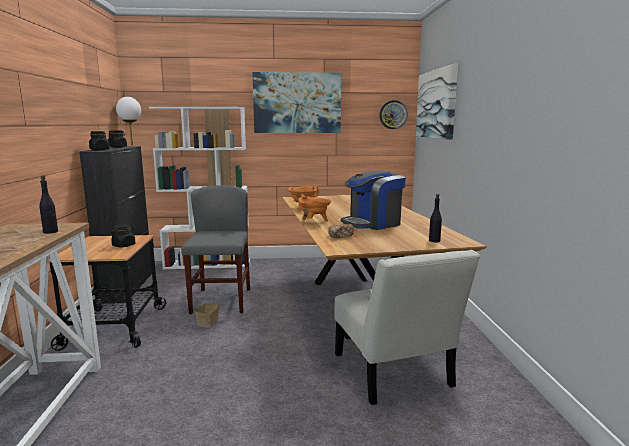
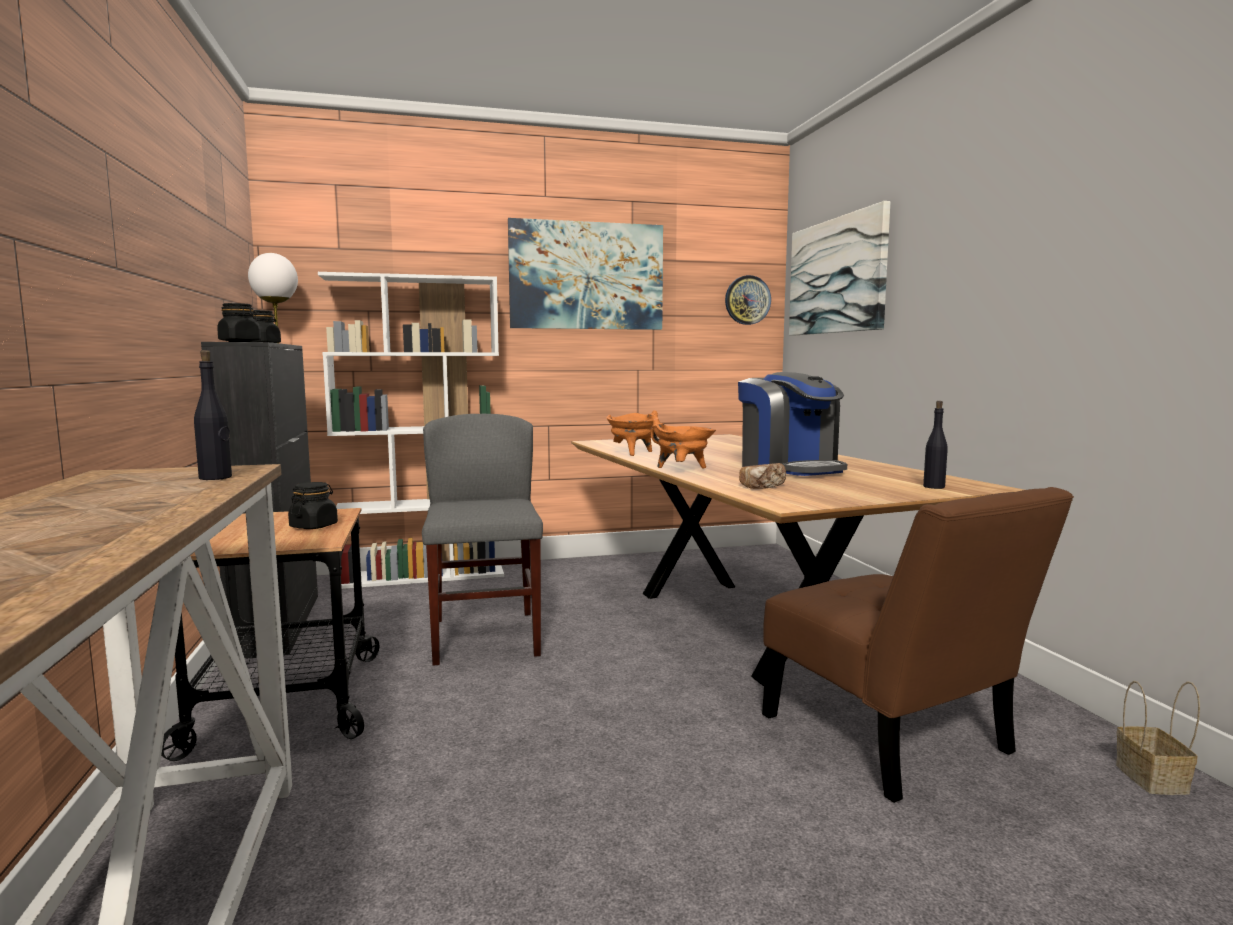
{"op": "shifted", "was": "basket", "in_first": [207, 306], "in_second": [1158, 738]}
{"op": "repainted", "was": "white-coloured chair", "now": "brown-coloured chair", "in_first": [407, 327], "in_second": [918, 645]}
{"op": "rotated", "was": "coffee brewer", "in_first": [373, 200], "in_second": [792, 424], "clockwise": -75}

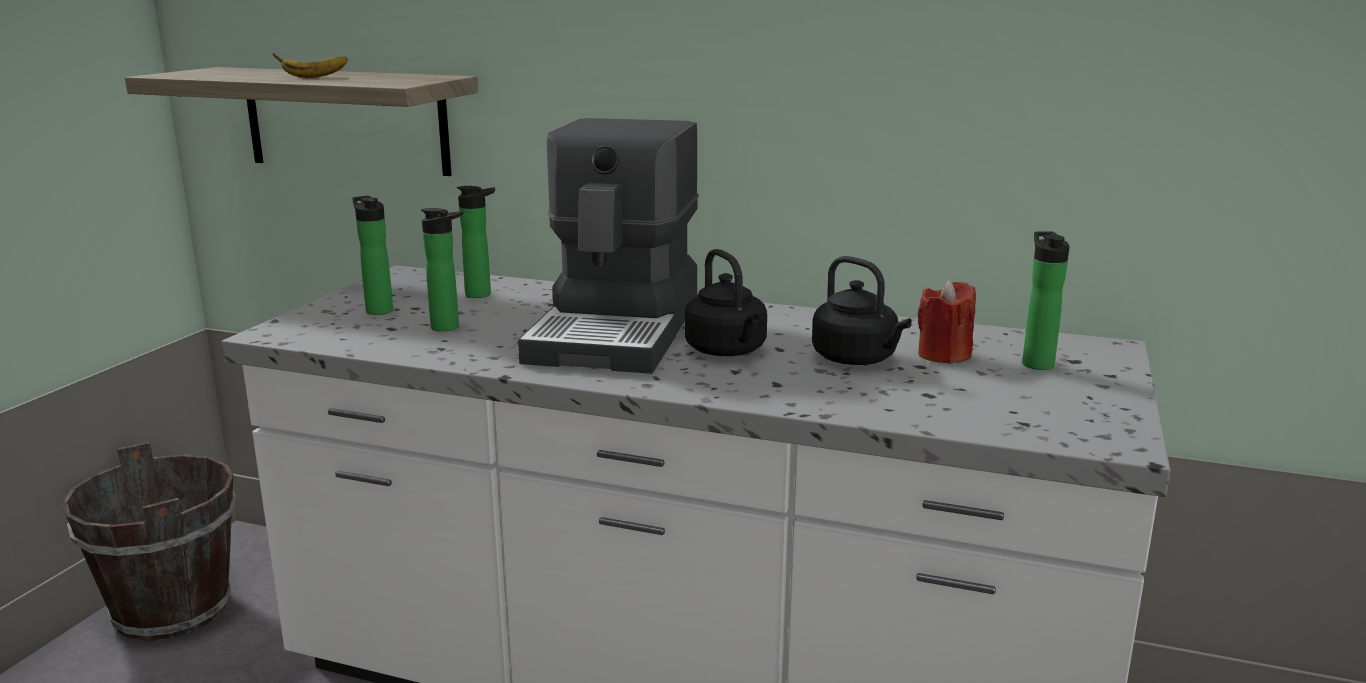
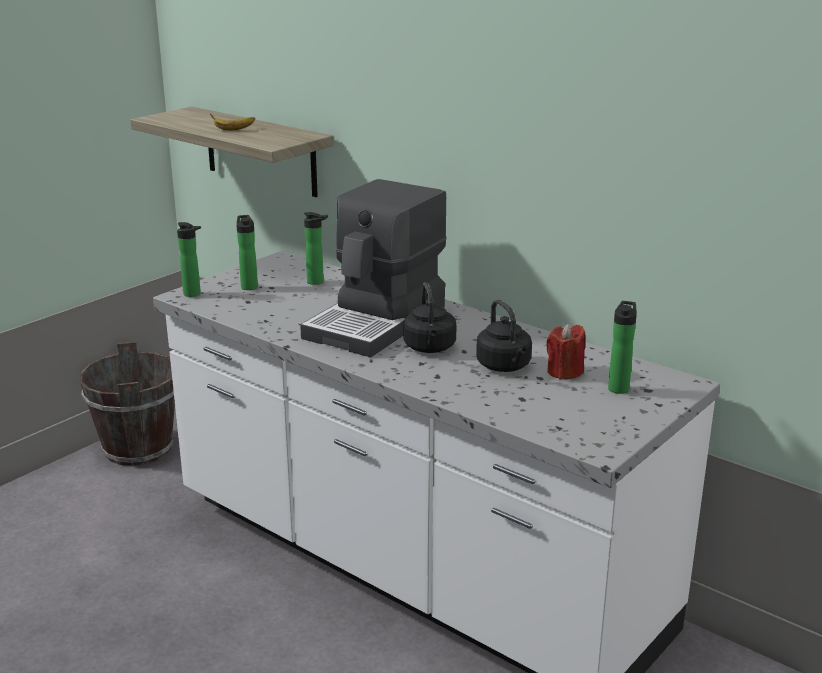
{"op": "shifted", "was": "bottle", "in_first": [442, 270], "in_second": [189, 259]}

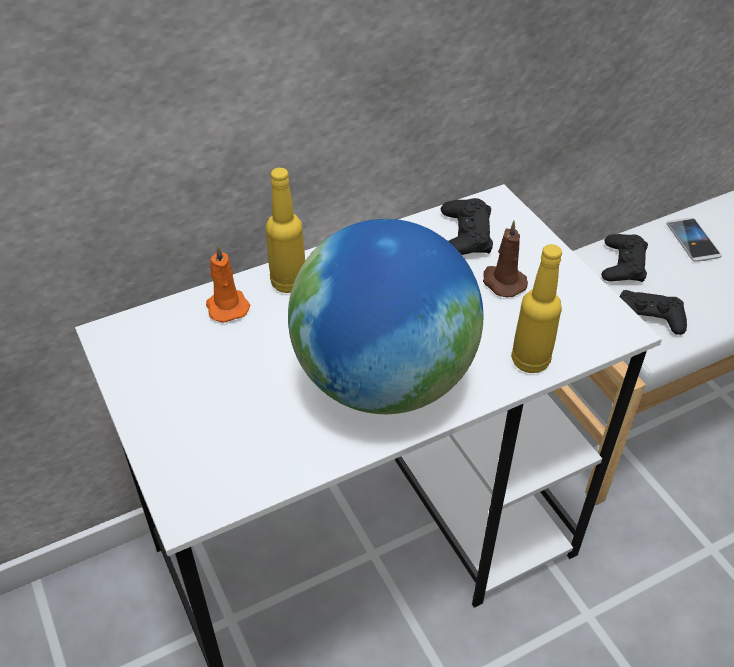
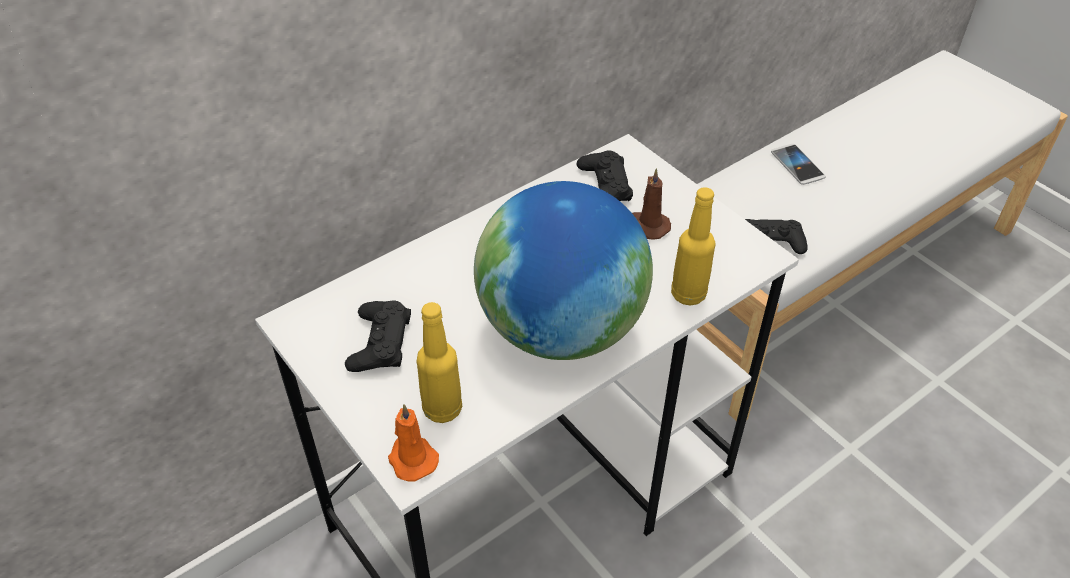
{"op": "shifted", "was": "orangey candle", "in_first": [228, 283], "in_second": [413, 442]}
{"op": "shifted", "was": "yellow-coloured bottle", "in_first": [285, 230], "in_second": [439, 362]}
{"op": "shifted", "was": "blackish game controller", "in_first": [624, 258], "in_second": [378, 336]}

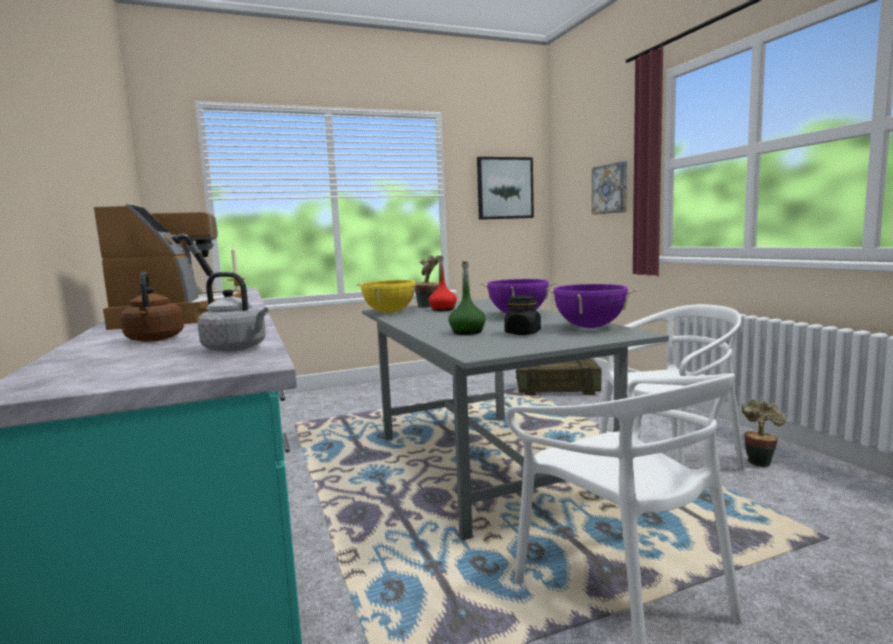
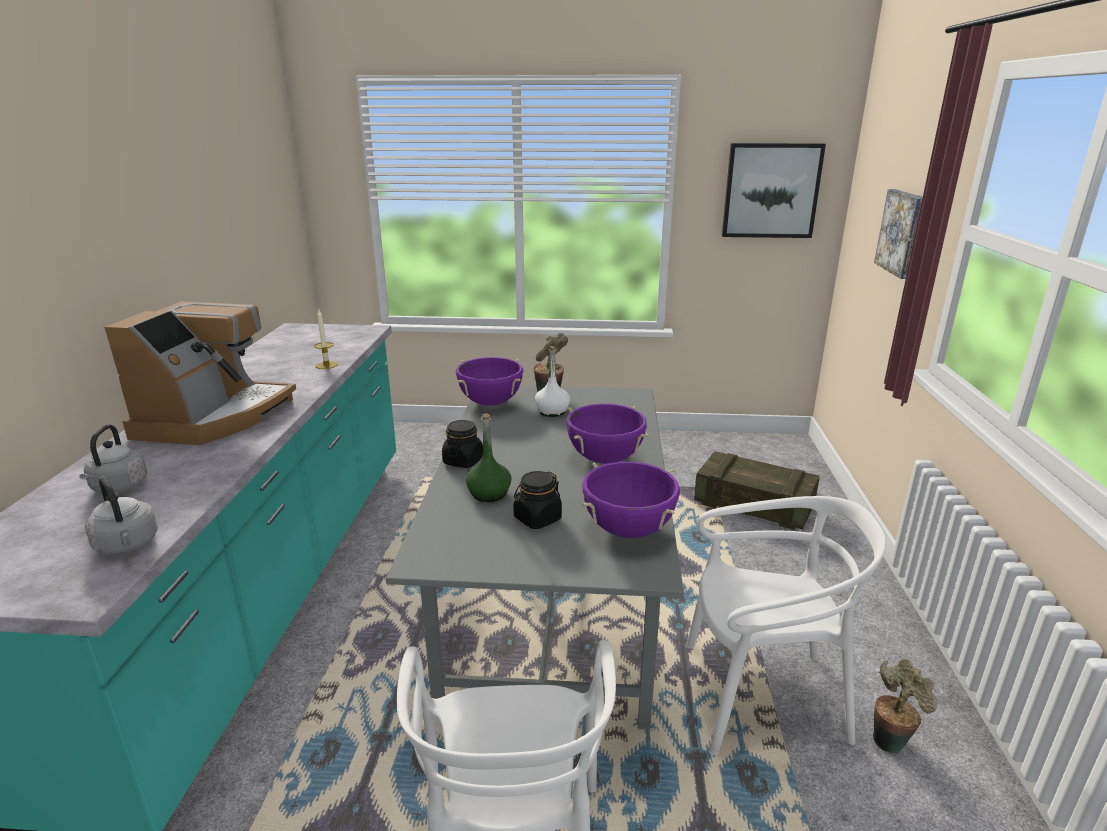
{"op": "new", "now": "blackish preserve jar", "in_second": [462, 444]}
{"op": "repainted", "was": "brown-coloured tea kettle", "now": "grey tea kettle", "in_first": [152, 307], "in_second": [113, 459]}
{"op": "repainted", "was": "yellow-coloured saucepot", "now": "purple-coloured saucepot", "in_first": [389, 296], "in_second": [489, 381]}
{"op": "repainted", "was": "red bottle", "now": "white-coloured bottle", "in_first": [443, 283], "in_second": [552, 381]}

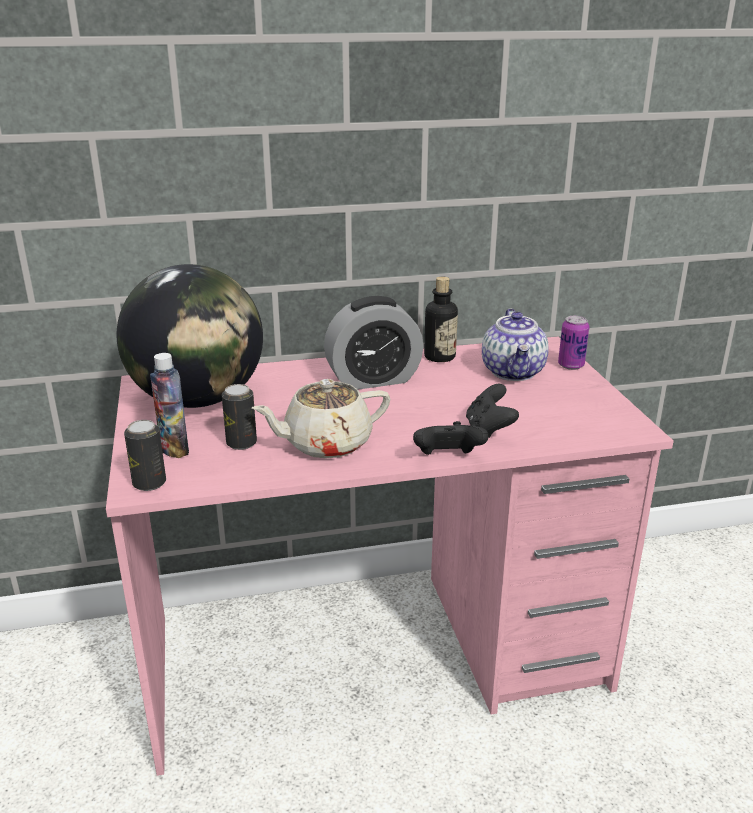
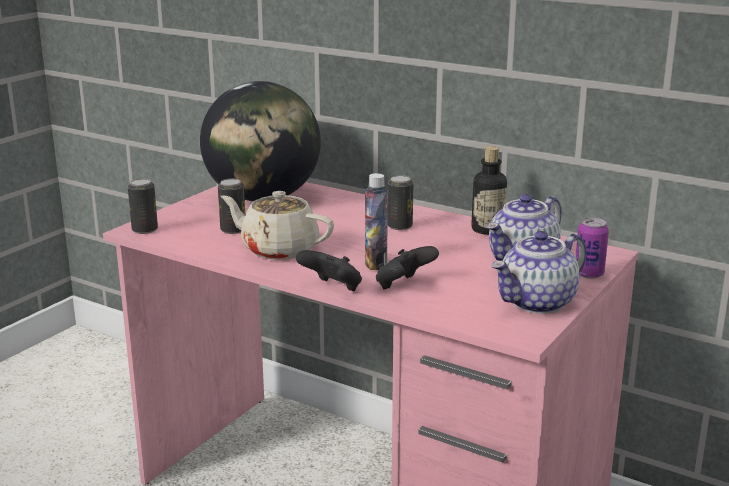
{"op": "new", "now": "pot for tea", "in_second": [538, 272]}
{"op": "shifted", "was": "bottle", "in_first": [169, 405], "in_second": [376, 221]}
{"op": "swapped", "was": "table clock", "now": "sealed can", "in_first": [373, 343], "in_second": [400, 202]}

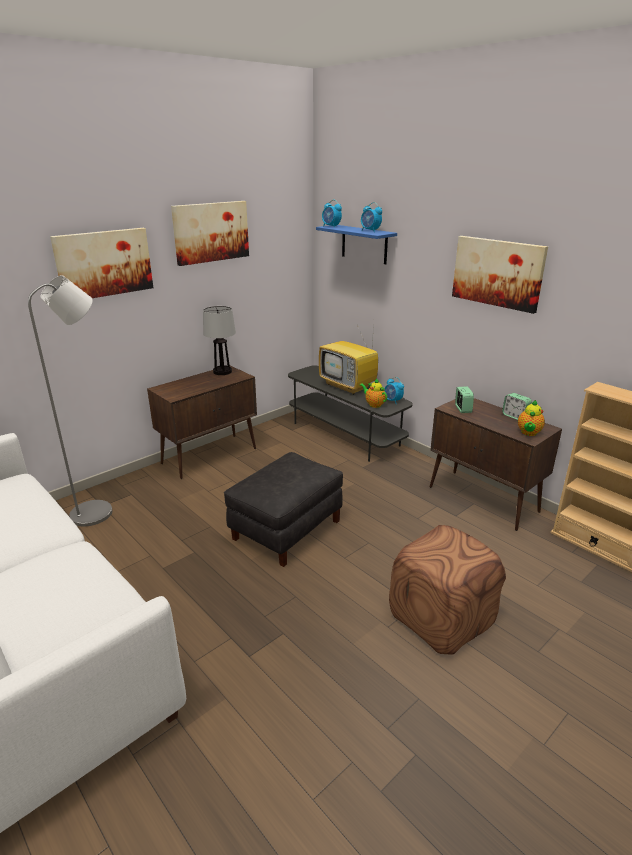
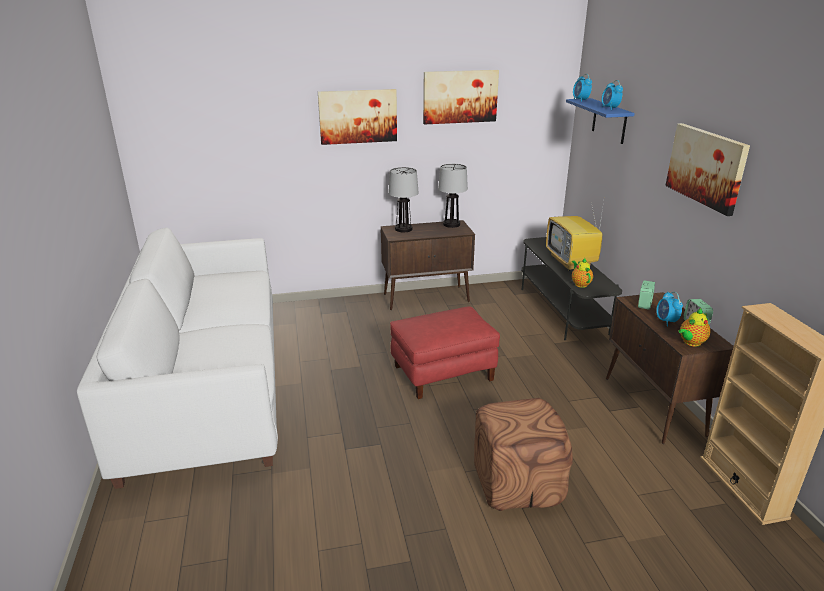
{"op": "gone", "was": "grey floor lamp", "in_first": [70, 400]}
{"op": "new", "now": "lamp for a table", "in_second": [403, 199]}
{"op": "shifted", "was": "table clock", "in_first": [394, 390], "in_second": [669, 309]}
{"op": "repainted", "was": "blackish ottoman", "now": "red ottoman", "in_first": [283, 509], "in_second": [445, 352]}

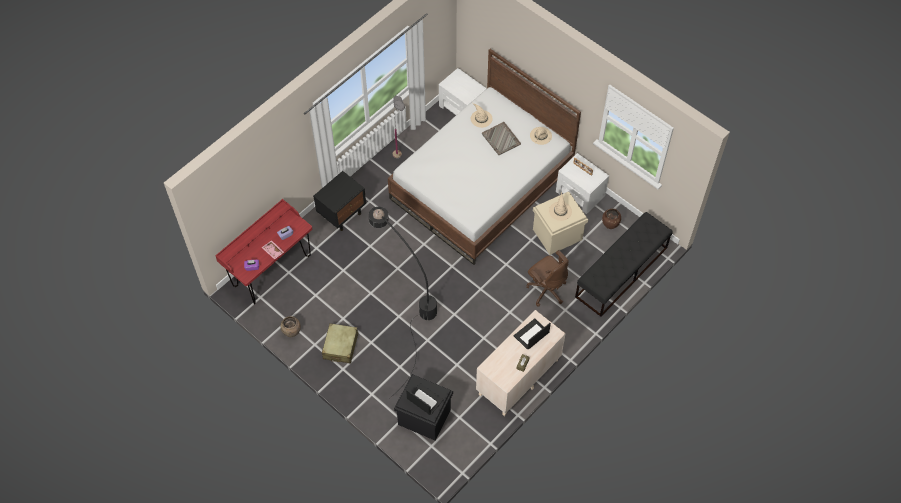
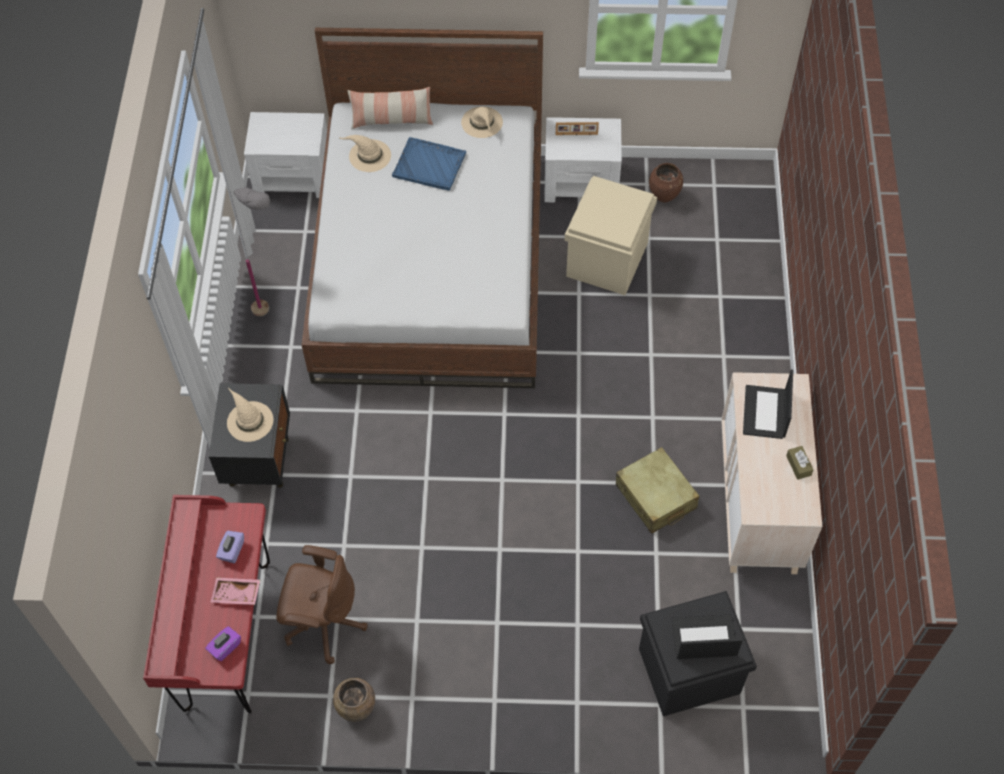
{"op": "gone", "was": "blackish floor lamp", "in_first": [403, 303]}
{"op": "gone", "was": "blackish bench", "in_first": [624, 264]}
{"op": "new", "now": "throw pillow", "in_second": [390, 108]}
{"op": "shifted", "was": "beige travel case", "in_first": [340, 343], "in_second": [657, 490]}
{"op": "shifted", "was": "brown-coloured computer chair", "in_first": [547, 278], "in_second": [322, 604]}
{"op": "shifted", "was": "beige wearable hat", "in_first": [560, 206], "in_second": [250, 415]}
{"op": "repainted", "was": "grey serving tray", "now": "blue-coloured serving tray", "in_first": [501, 138], "in_second": [429, 164]}

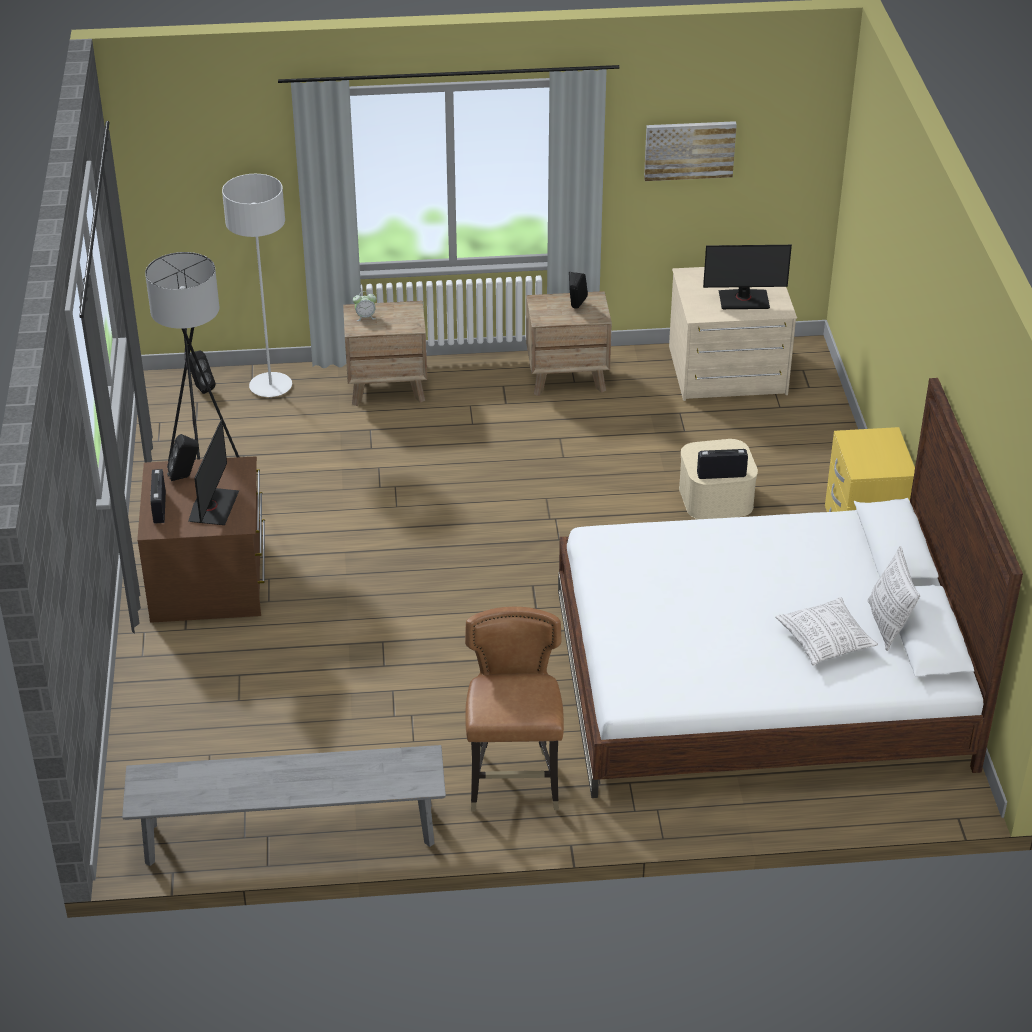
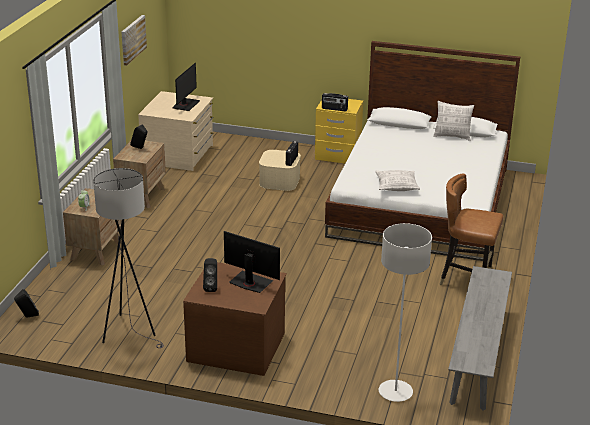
{"op": "shifted", "was": "radio set", "in_first": [158, 496], "in_second": [335, 102]}
{"op": "shifted", "was": "grey floor lamp", "in_first": [257, 285], "in_second": [405, 312]}
{"op": "shifted", "was": "throw pillow", "in_first": [826, 631], "in_second": [398, 180]}

